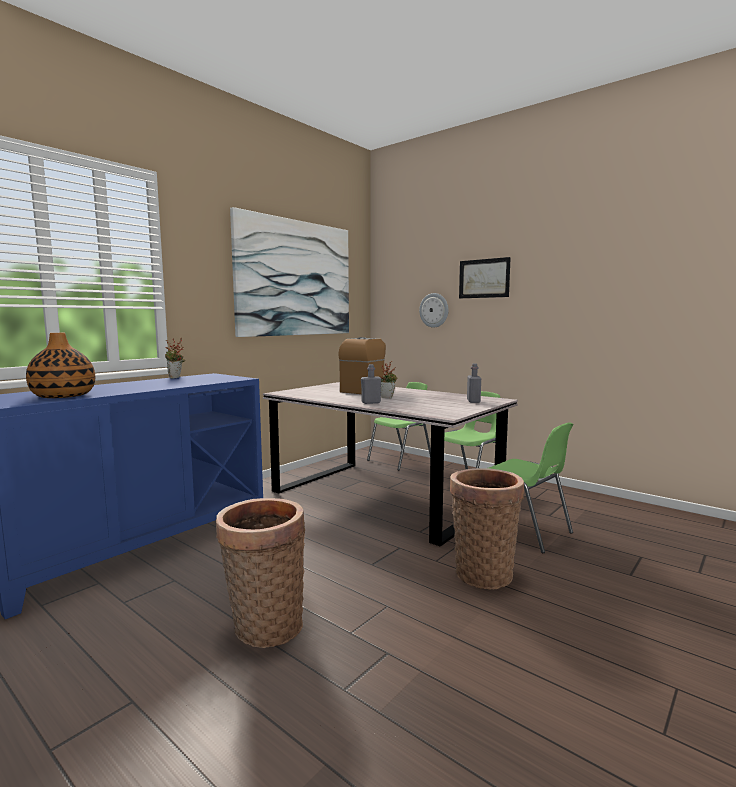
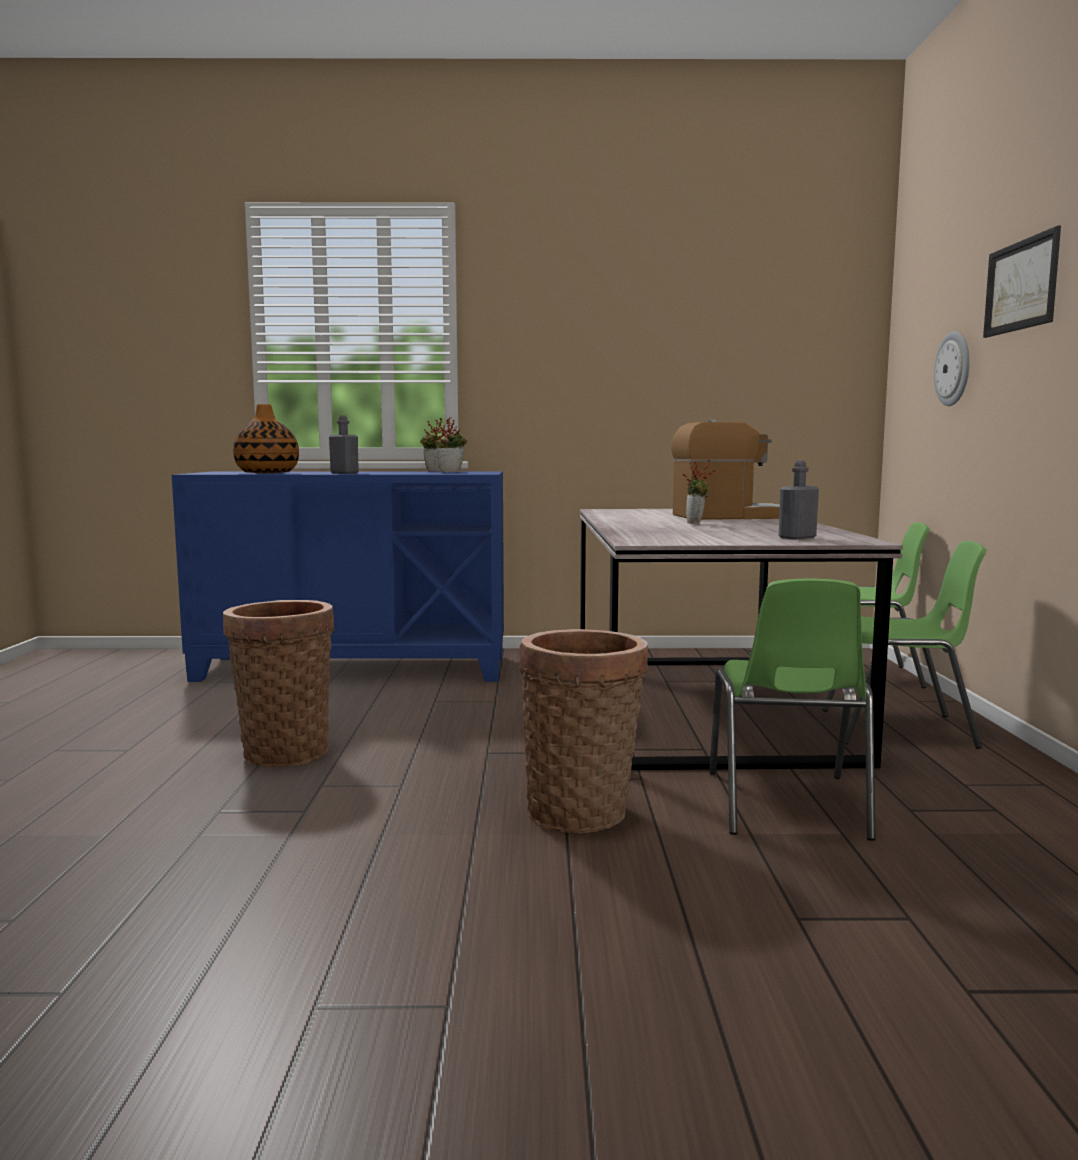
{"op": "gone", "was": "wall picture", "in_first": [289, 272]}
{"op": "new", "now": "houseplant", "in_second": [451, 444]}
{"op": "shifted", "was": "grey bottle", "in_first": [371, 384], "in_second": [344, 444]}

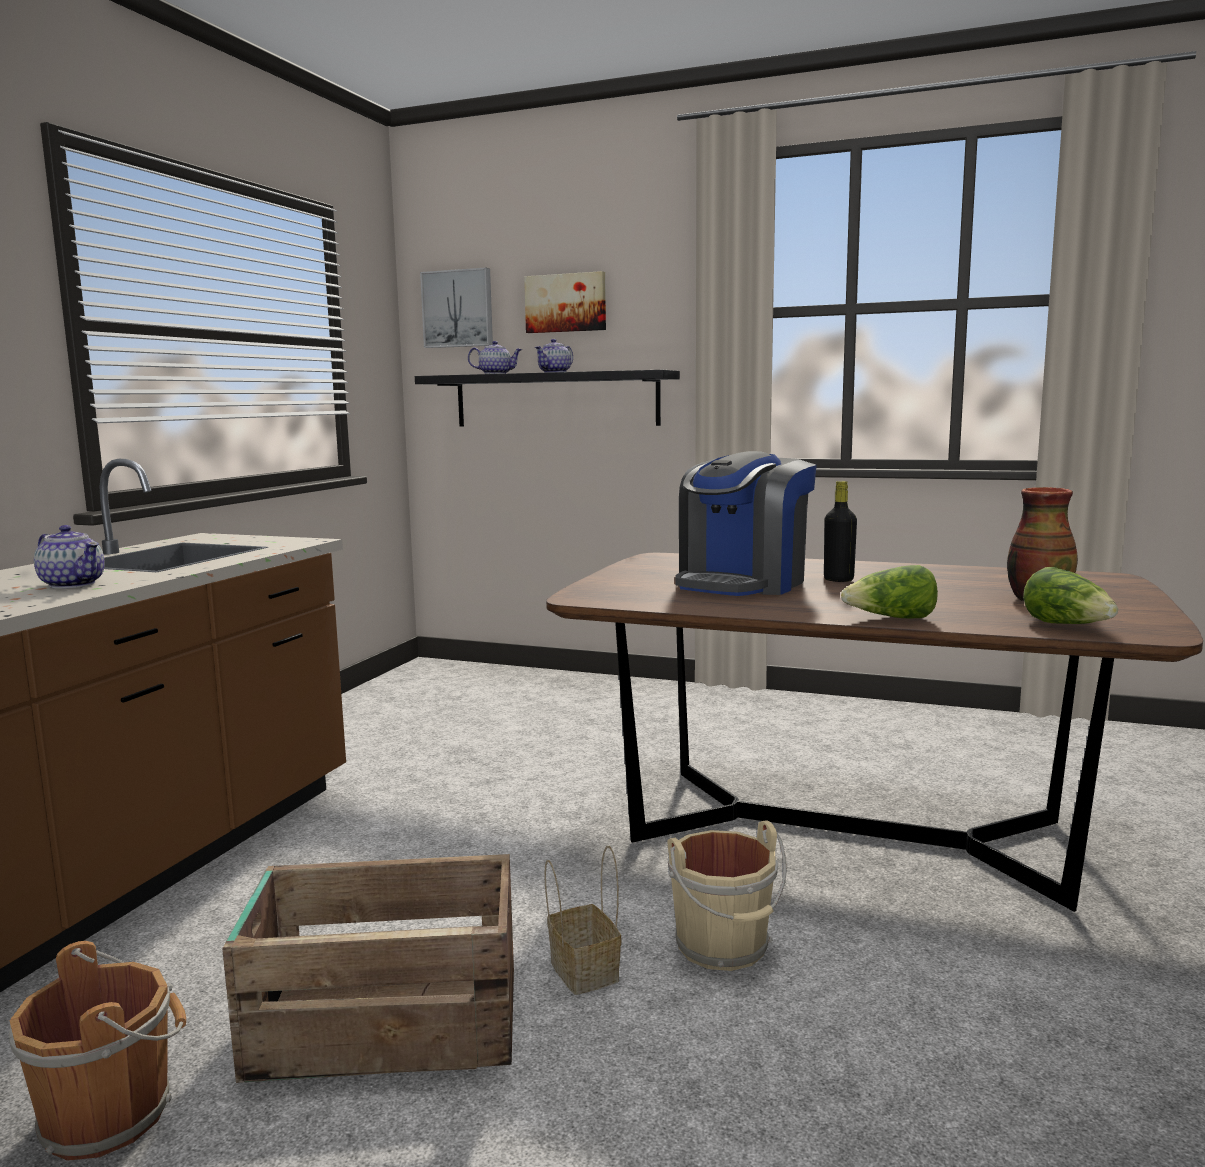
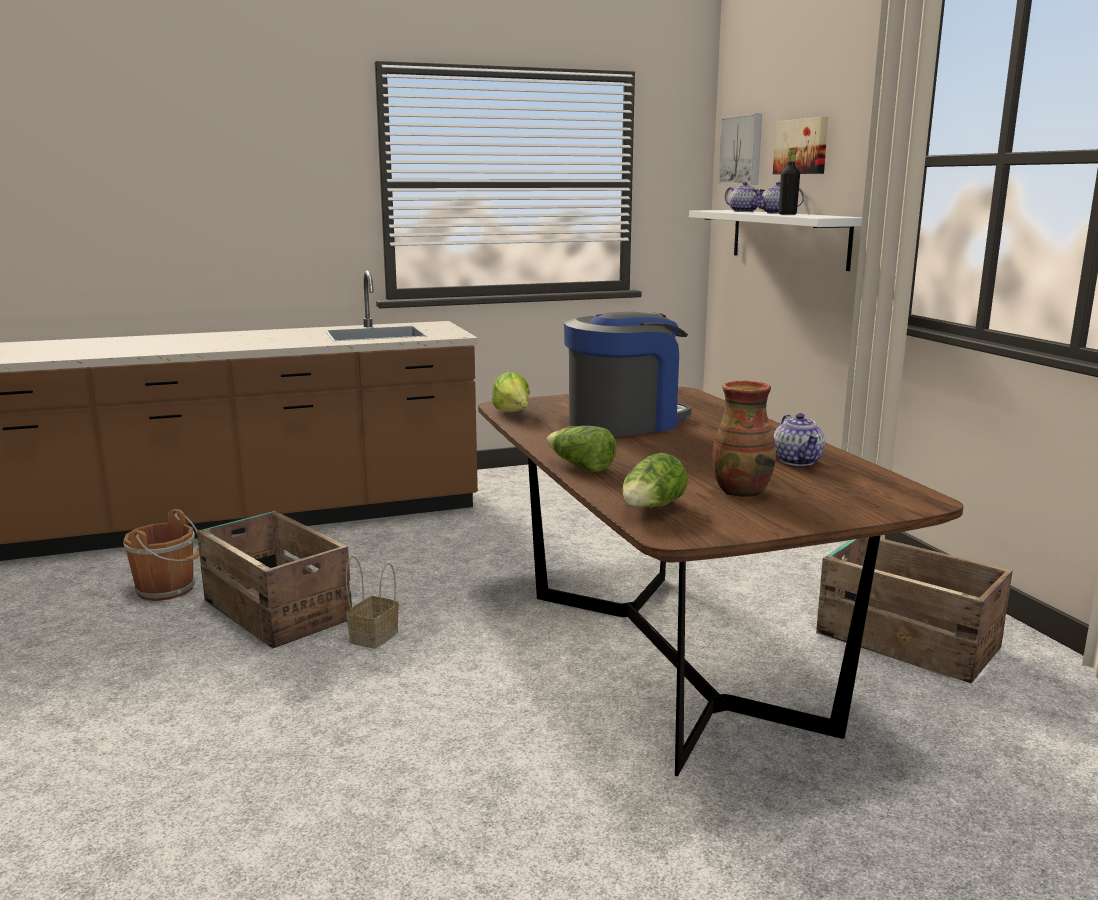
{"op": "gone", "was": "beige water bucket", "in_first": [727, 895]}
{"op": "new", "now": "head of lettuce", "in_second": [511, 392]}
{"op": "new", "now": "crate", "in_second": [914, 610]}
{"op": "shifted", "was": "pot for tea", "in_first": [69, 557], "in_second": [799, 439]}
{"op": "shifted", "was": "blackish bottle", "in_first": [840, 531], "in_second": [789, 181]}
{"op": "repainted", "was": "blackish wall shelf", "now": "white-coloured wall shelf", "in_first": [547, 398], "in_second": [775, 240]}
{"op": "rotated", "was": "coffee brewer", "in_first": [746, 523], "in_second": [628, 374], "clockwise": 150}

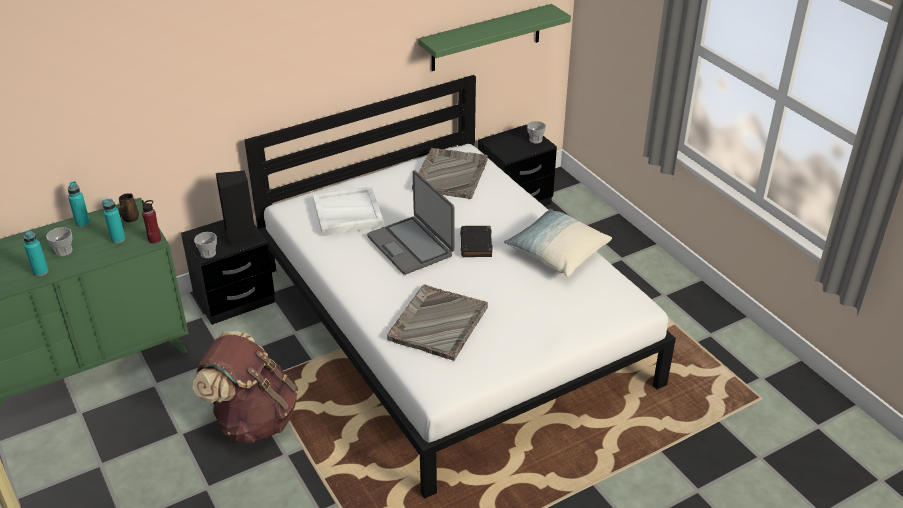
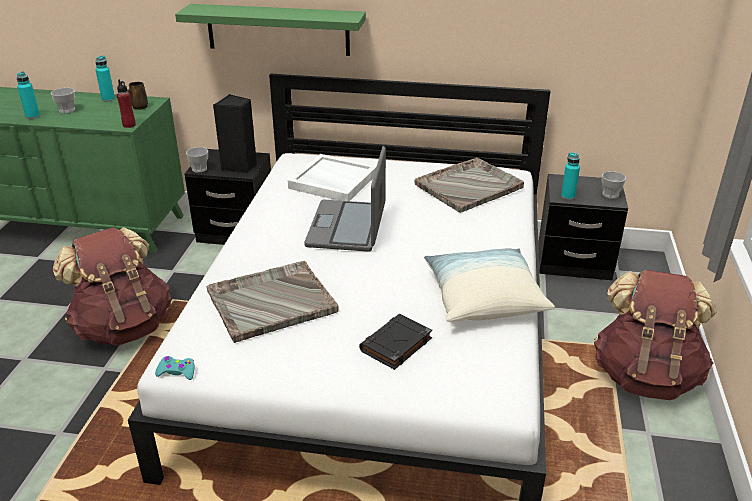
{"op": "new", "now": "blue-green game controller", "in_second": [174, 368]}
{"op": "new", "now": "brown-coloured backpack", "in_second": [655, 335]}
{"op": "shifted", "was": "blue-green bottle", "in_first": [113, 221], "in_second": [570, 176]}
{"op": "shifted", "was": "green wall shelf", "in_first": [494, 37], "in_second": [270, 30]}
{"op": "shifted", "was": "blackish volume", "in_first": [476, 241], "in_second": [395, 342]}

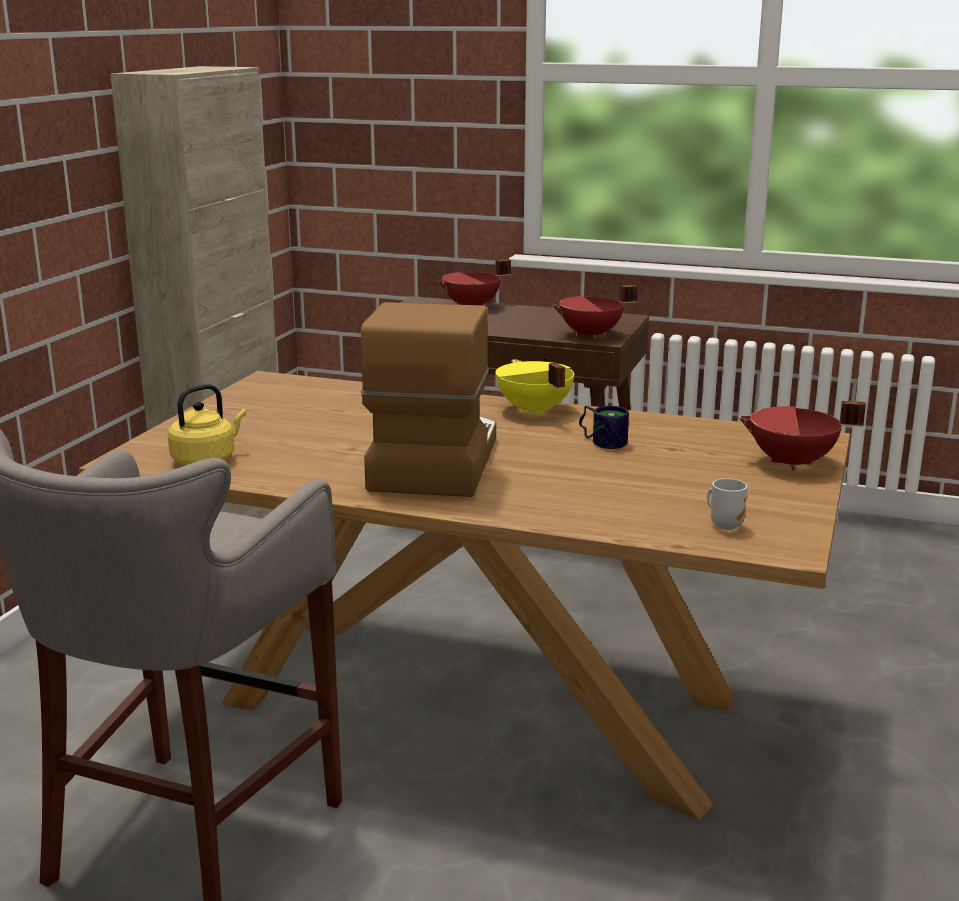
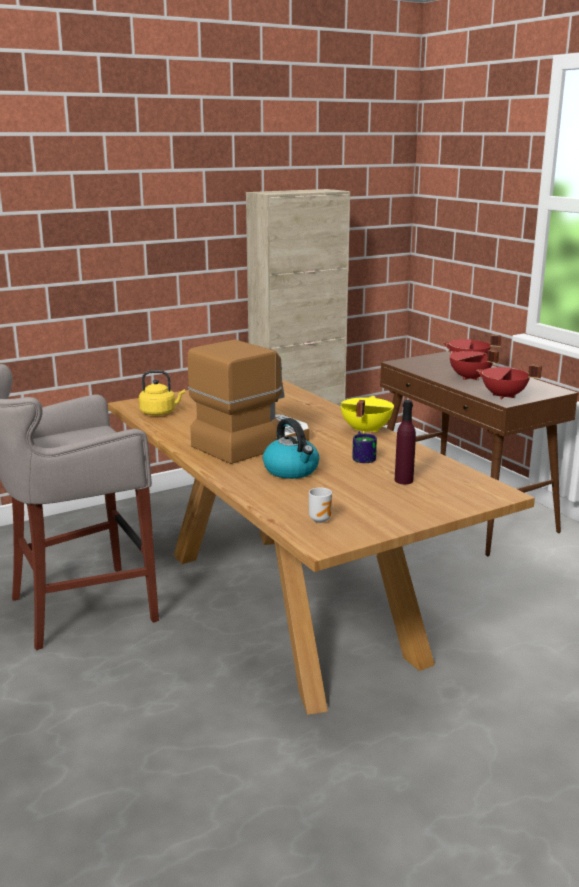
{"op": "new", "now": "tea kettle", "in_second": [291, 448]}
{"op": "new", "now": "purple-coloured bottle", "in_second": [405, 442]}
{"op": "shifted", "was": "red saucepot", "in_first": [802, 435], "in_second": [474, 365]}

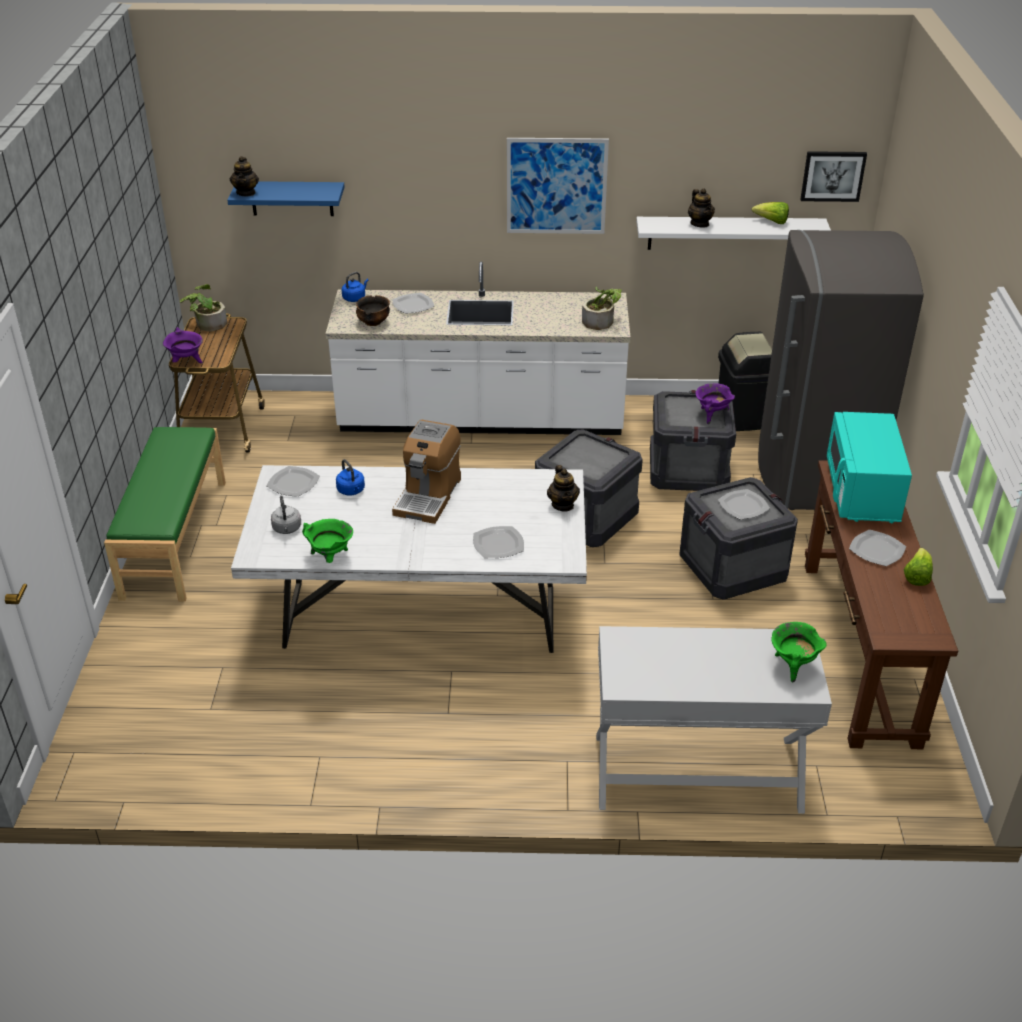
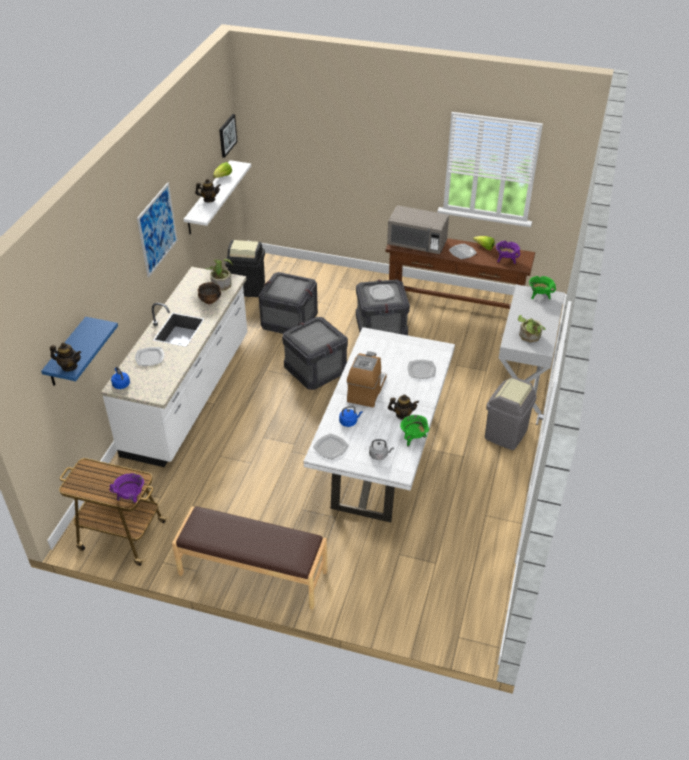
{"op": "gone", "was": "grey refrigerator", "in_first": [841, 370]}
{"op": "new", "now": "grey rubbish bin", "in_second": [511, 413]}
{"op": "shifted", "was": "houseplant", "in_first": [203, 308], "in_second": [532, 329]}
{"op": "shifted", "was": "serving bowl", "in_first": [373, 310], "in_second": [209, 293]}
{"op": "shifted", "was": "pot for tea", "in_first": [563, 488], "in_second": [403, 407]}
{"op": "shifted", "was": "purple-coloured saucepot", "in_first": [715, 403], "in_second": [508, 252]}
{"op": "repainted", "was": "green bench", "now": "brown-coloured bench", "in_first": [165, 514], "in_second": [249, 557]}
{"op": "repainted", "was": "blue-green microwave", "now": "grey microwave", "in_first": [869, 467], "in_second": [418, 229]}
{"op": "rotated", "was": "coffee brewer", "in_first": [426, 472], "in_second": [367, 379], "clockwise": -105}

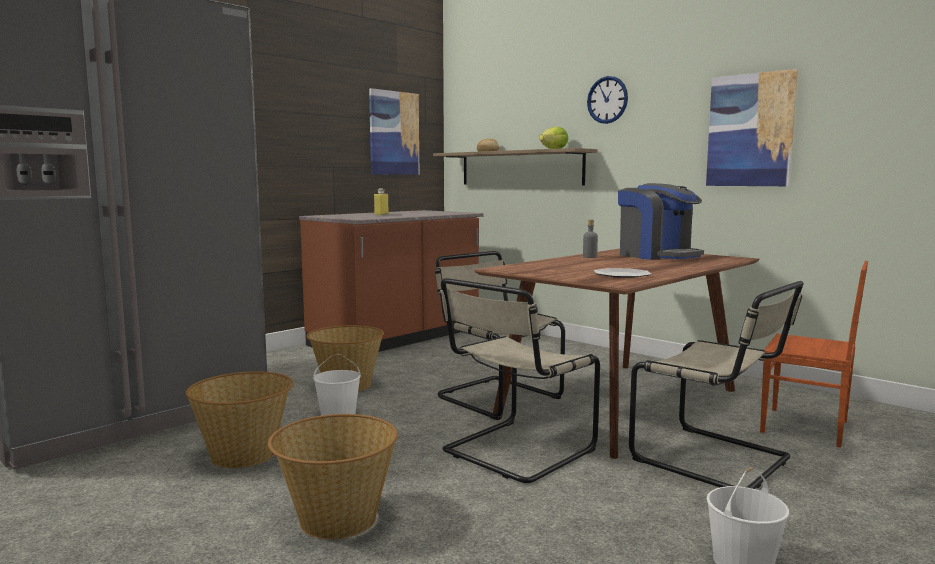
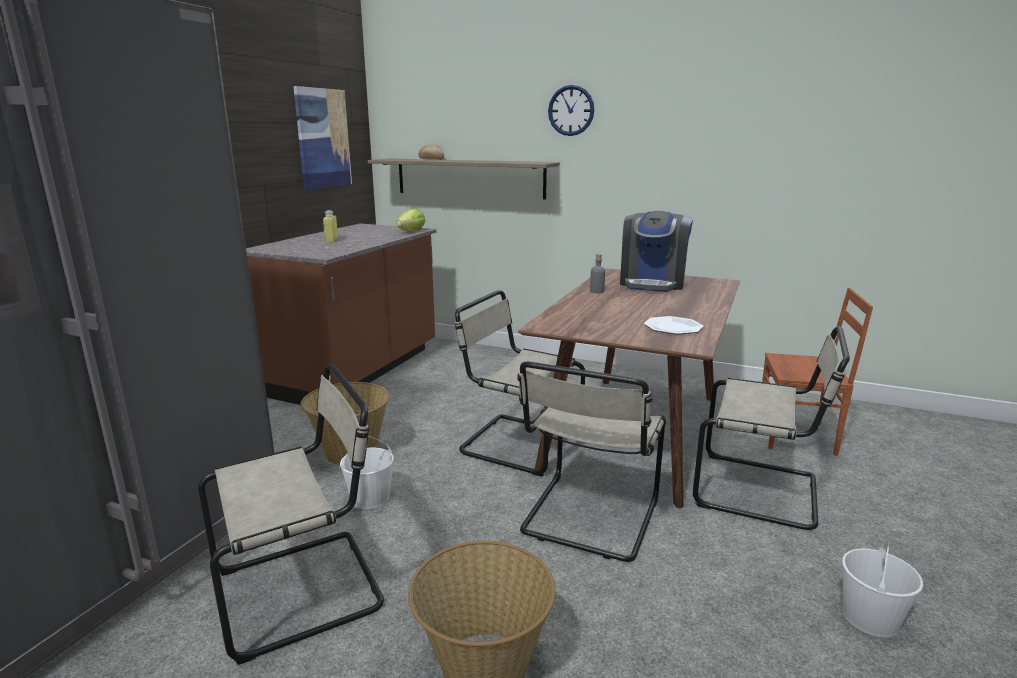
{"op": "gone", "was": "wall picture", "in_first": [752, 127]}
{"op": "shifted", "was": "head of lettuce", "in_first": [553, 138], "in_second": [411, 219]}
{"op": "swapped", "was": "basket", "now": "beige chair", "in_first": [240, 419], "in_second": [291, 514]}
{"op": "rotated", "was": "coffee brewer", "in_first": [661, 221], "in_second": [656, 251], "clockwise": 75}

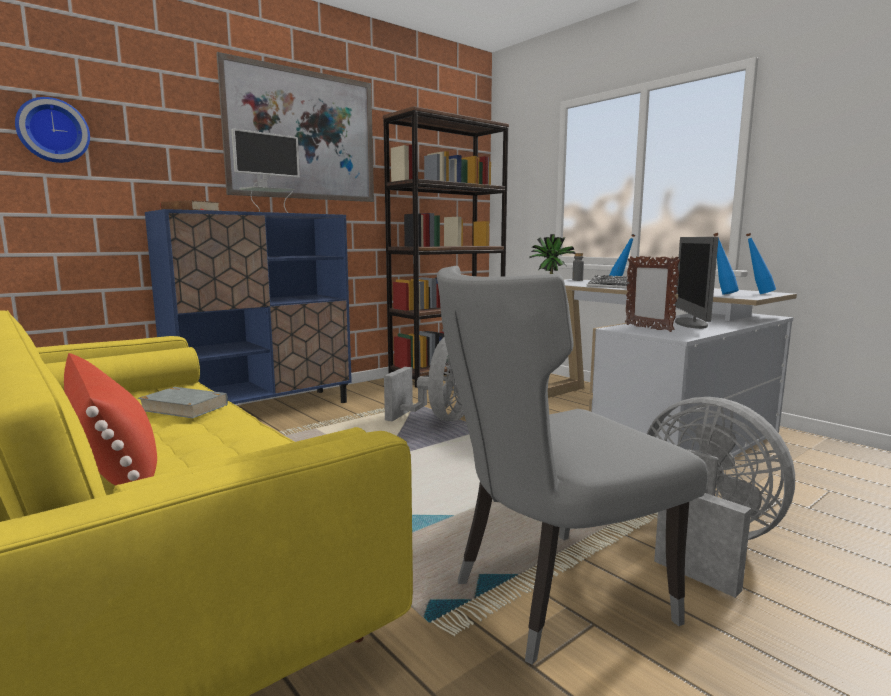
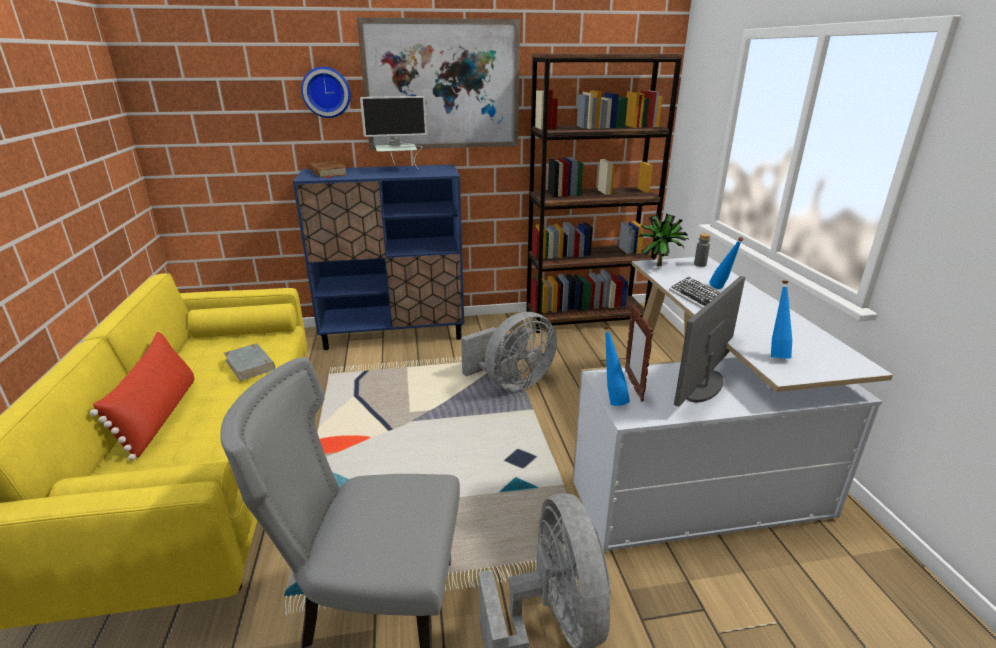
{"op": "shifted", "was": "hanging clock", "in_first": [52, 130], "in_second": [326, 92]}
{"op": "shifted", "was": "blue-coloured bottle", "in_first": [761, 263], "in_second": [616, 365]}

